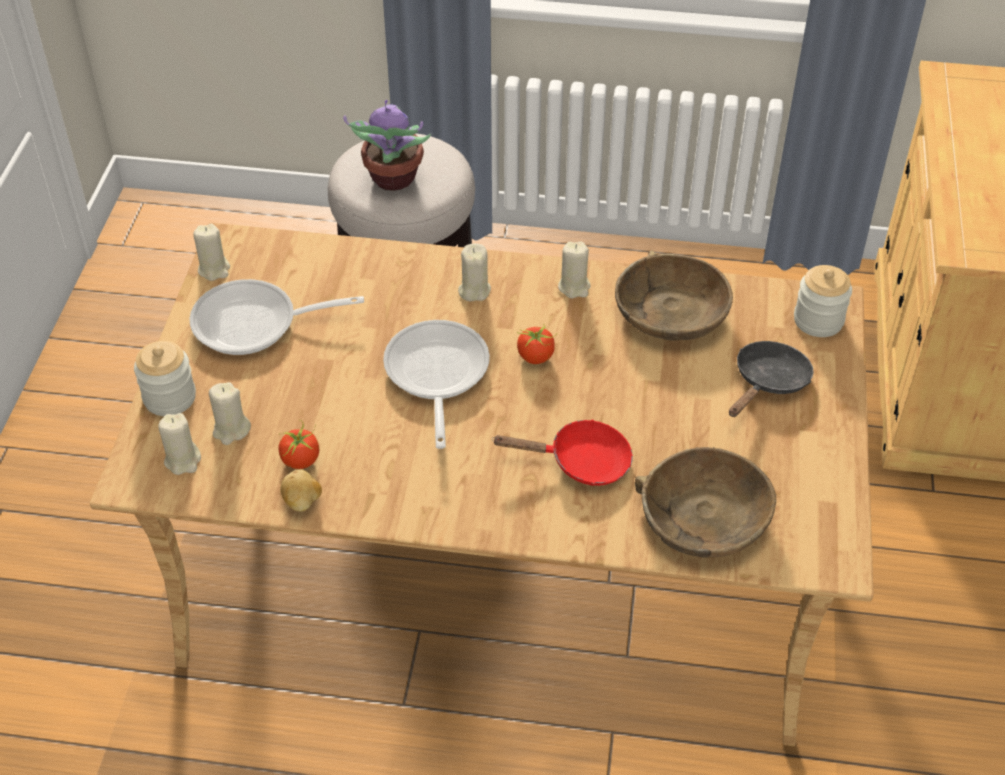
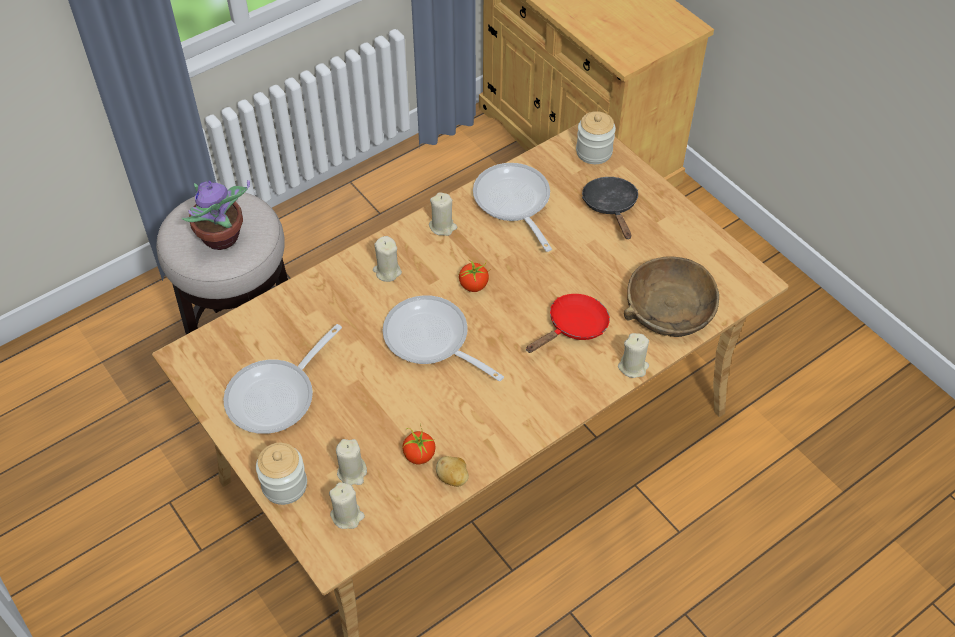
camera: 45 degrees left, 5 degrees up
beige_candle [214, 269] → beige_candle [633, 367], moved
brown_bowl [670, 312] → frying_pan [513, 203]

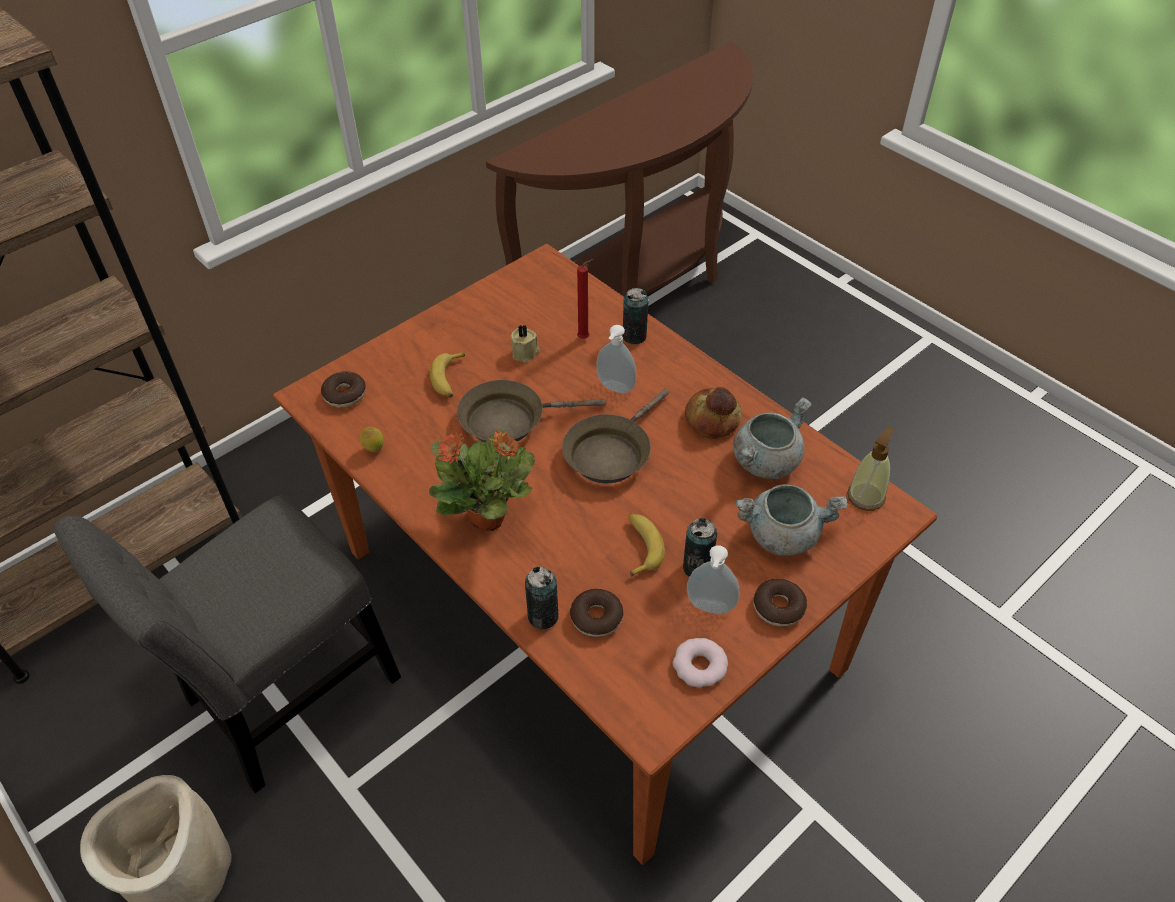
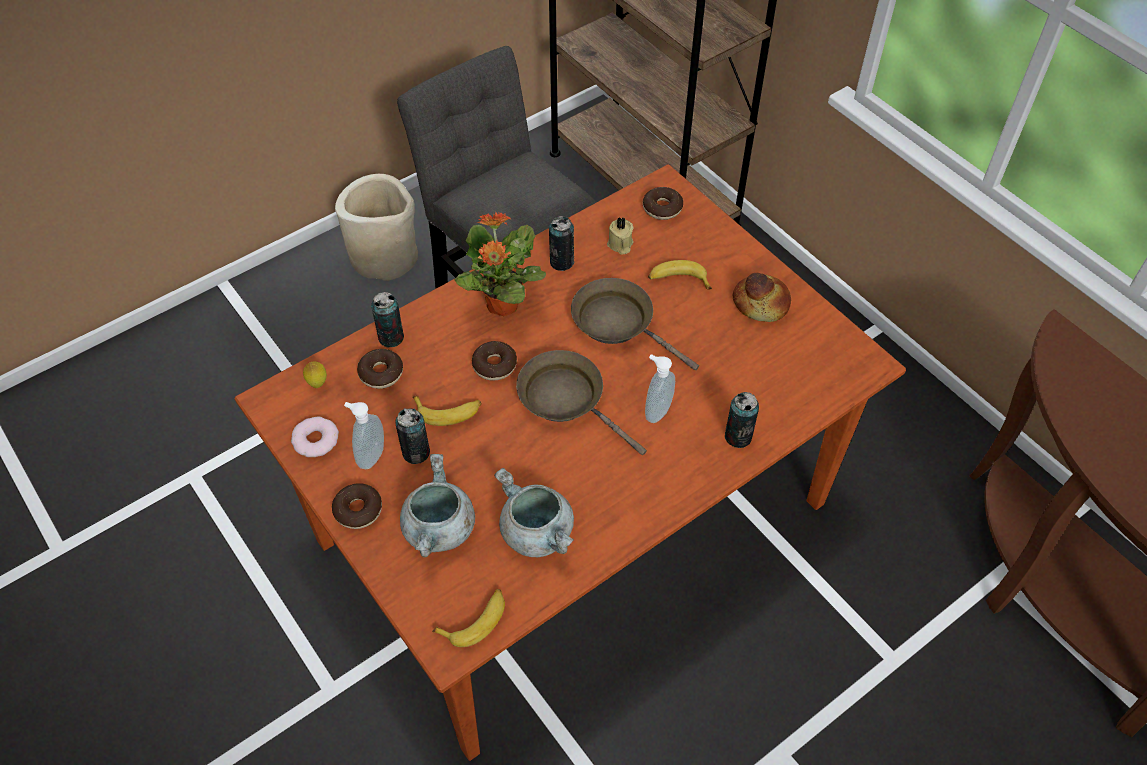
camera: 95 degrees right, 5 degrees up
red_candle [585, 338] → -
- → donut [494, 365]
- → can [561, 262]
lemon [374, 450] → lemon [317, 383], moved
beige_candle [526, 353] → beige_candle [620, 245], moved
bread [712, 419] → bread [761, 303], moved
soap_dispenser [866, 496] → banana [475, 620]
brown_frying_pan [509, 420] → brown_frying_pan [618, 323], 45 degrees counterclockwise

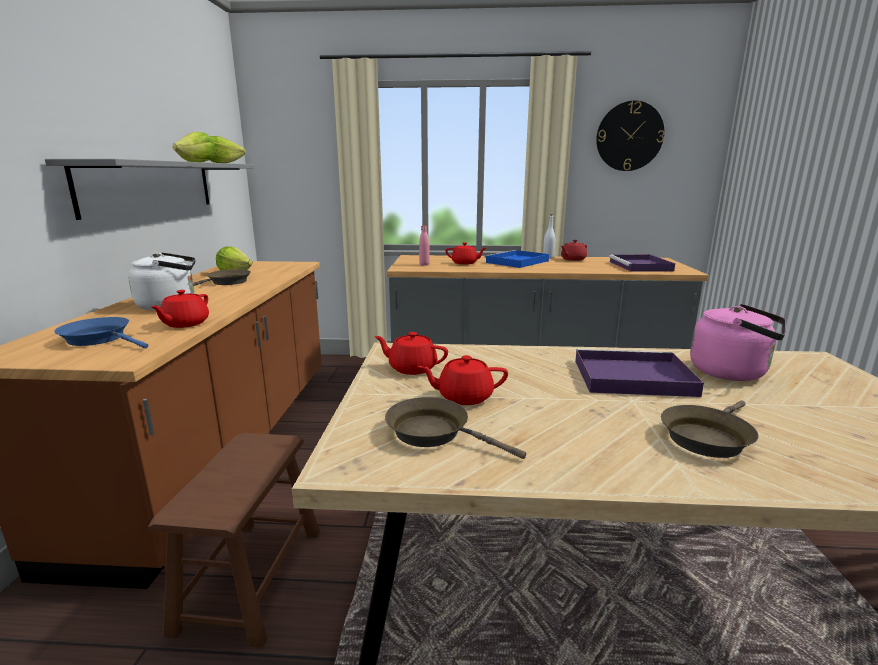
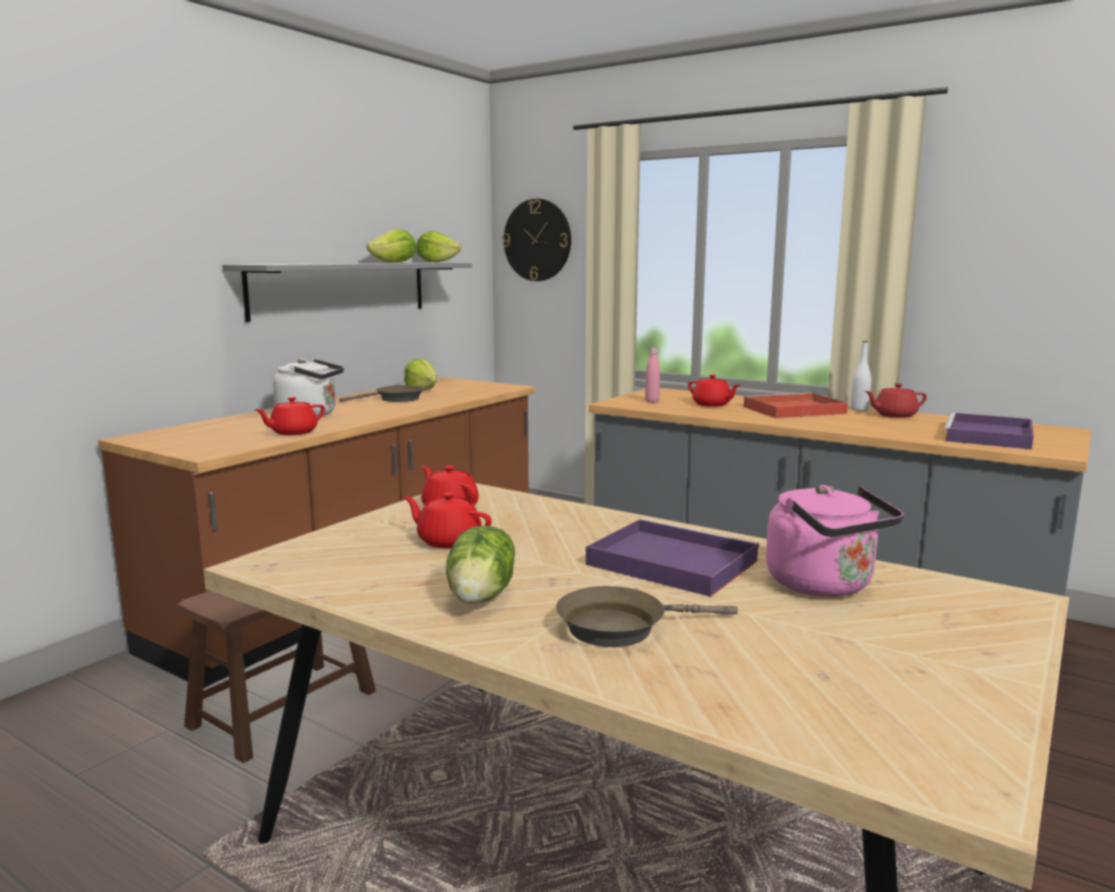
camera: 30 degrees right, 5 degrees down
blue_frying_pan [100, 339] → -
brown_frying_pan [434, 433] → -
- → lettuce [482, 596]
wall_clock [629, 136] → wall_clock [537, 240], moved
blue_tray [516, 262] → red_tray [792, 410]

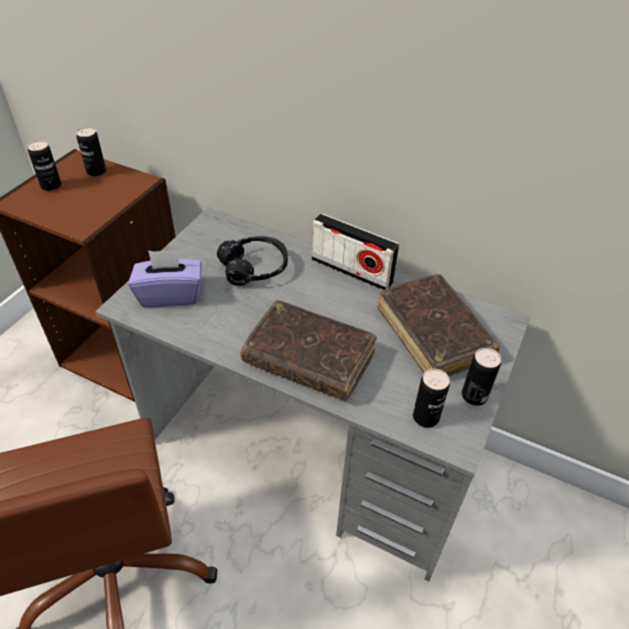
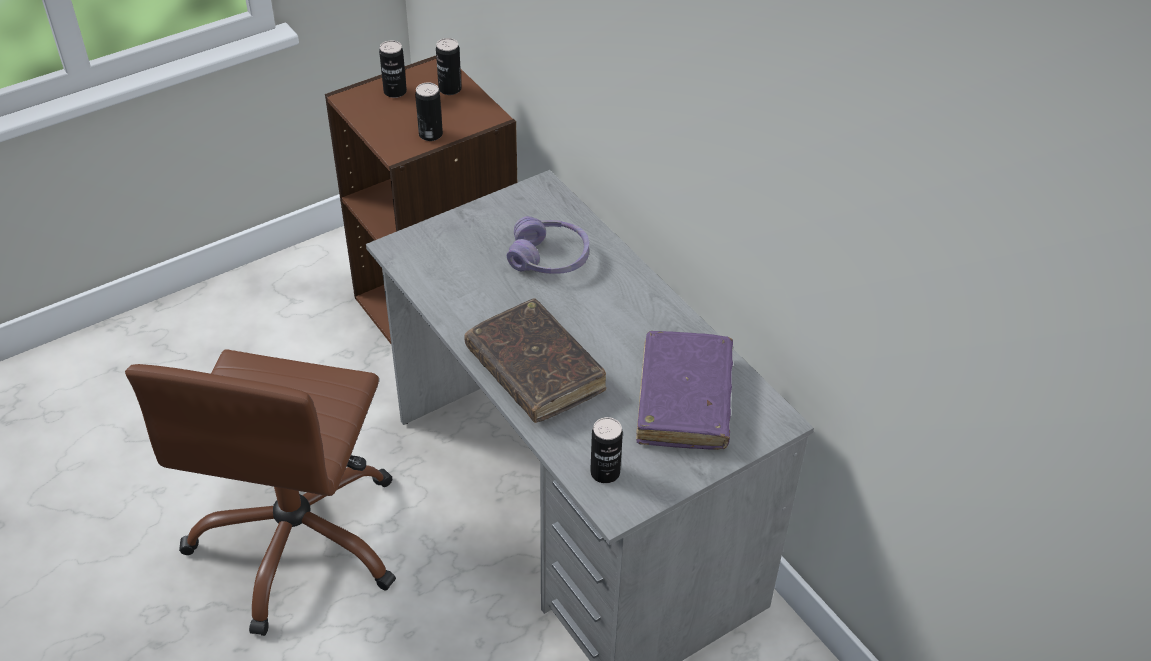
camera: 30 degrees right, 0 degrees up
purple_tissue_box [170, 294] → -
radio [351, 270] → -
can [474, 396] → can [430, 134], moved
black_headphones [254, 268] → purple_headphones [549, 258]
brown_book [433, 334] → purple_book [684, 400]

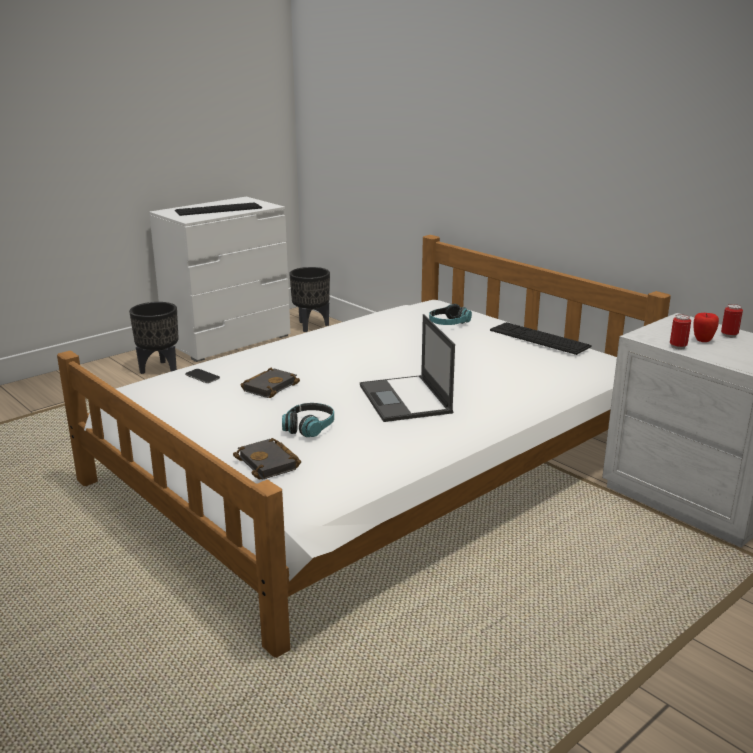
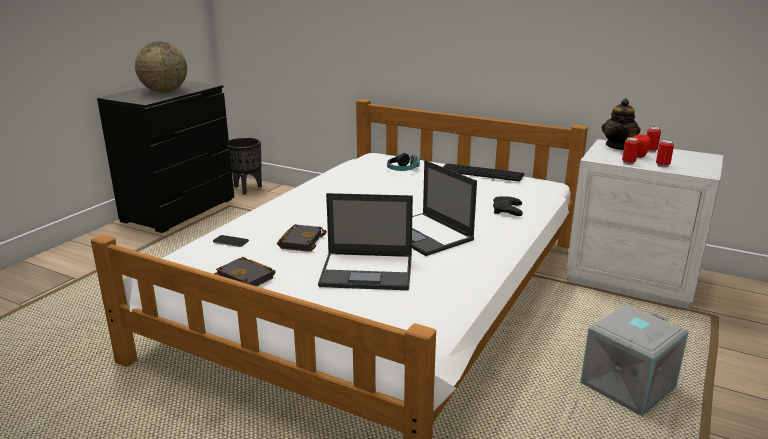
camera: 20 degrees left, 0 degrees up
black_planter [160, 368] → -
- → black_game_controller [504, 209]
- → grey_storage_box [626, 385]
- → teapot [618, 146]
- → can [662, 165]
black_book [270, 464] → black_book [247, 278], moved
keyboard [218, 209] → globe [164, 91]
headphones [309, 427] → laptop [368, 271]
white_dresser [228, 340] → black_dresser [179, 210]

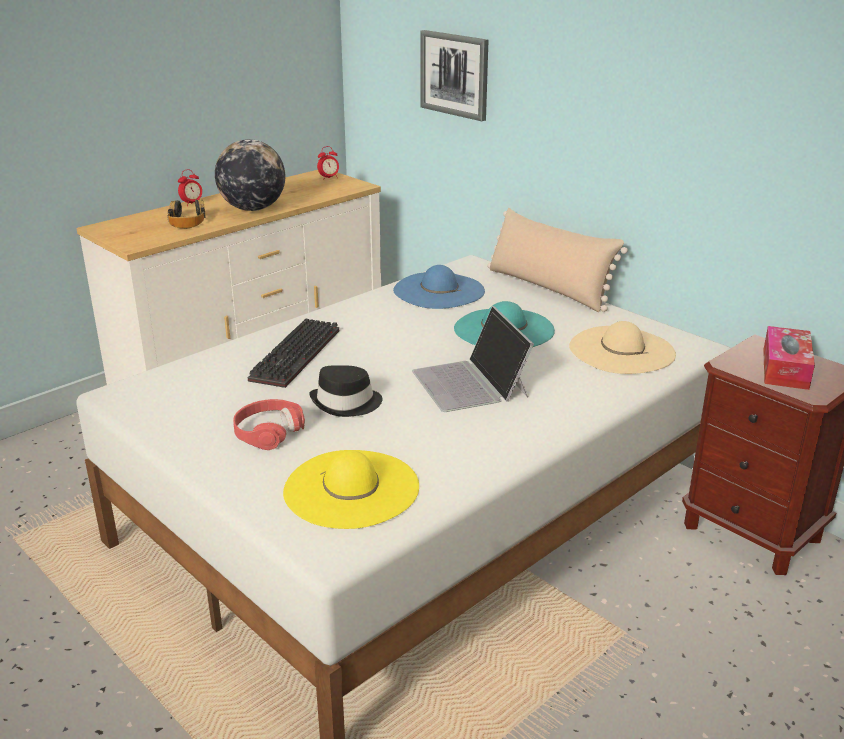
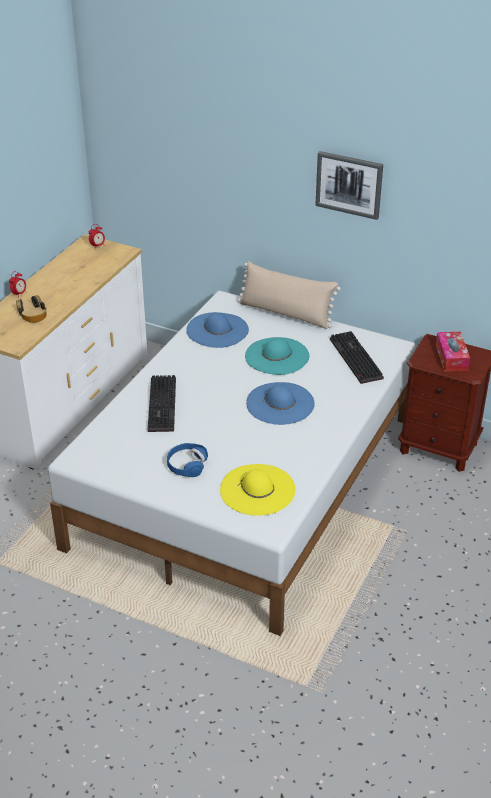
camera: 20 degrees left, 10 degrees up
globe [253, 209] → -
black_hat [346, 403] → -
picture [455, 74] → picture [349, 184], moved
laptop [471, 383] → blue_hat [280, 403]
beige_hat [621, 350] → keyboard [353, 358]
red_headphones [268, 432] → blue_headphones [186, 464]

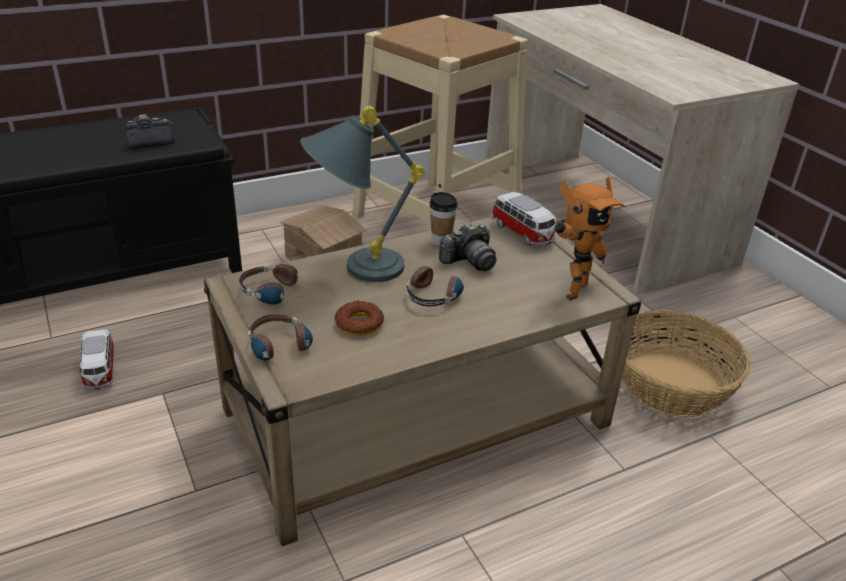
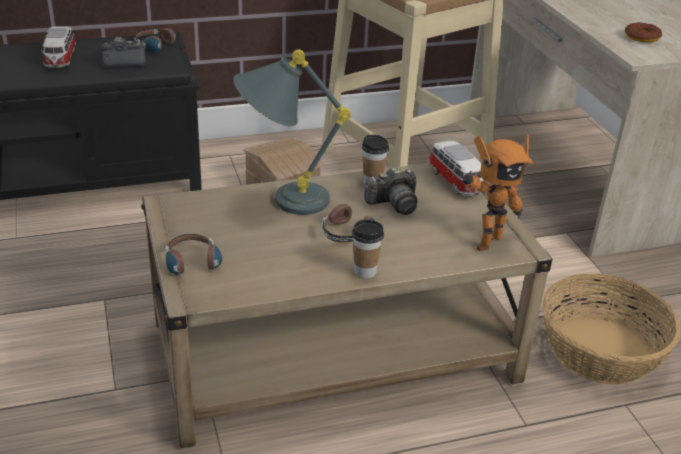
camera: 10 degrees right, 0 degrees up
- → cup [365, 272]
toy_car [100, 371] → toy_car [60, 60], moved
headphones [278, 293] → headphones [160, 47], moved
donut [359, 323] → donut [641, 37], moved

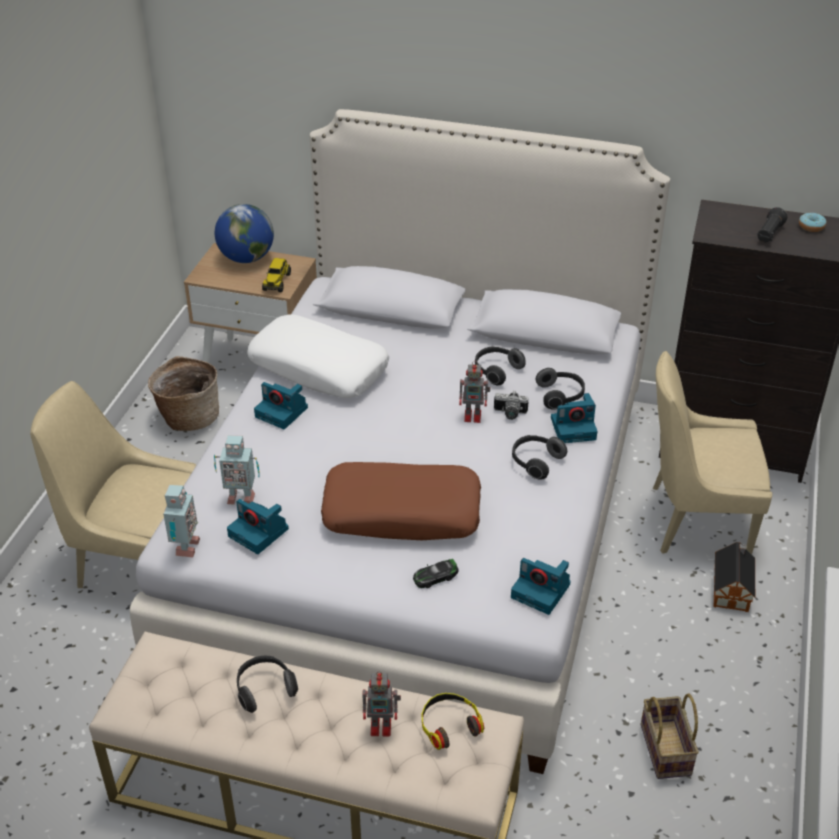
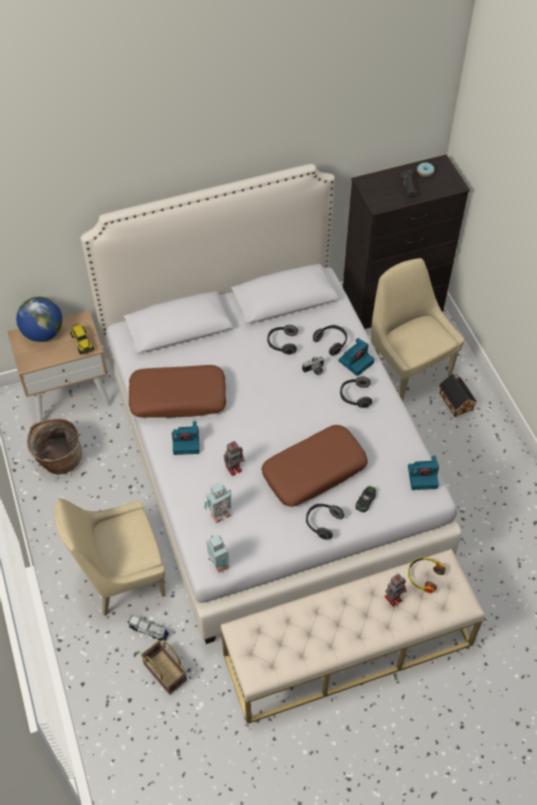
camera: 35 degrees left, 15 degrees up
photo_camera [260, 533] → -
- → toy_truck [149, 631]
headphones [264, 689] → headphones [322, 523], moved
toy_robot [474, 416] → toy_robot [234, 468], moved
basket [663, 748] → basket [164, 672], moved
white_pillow [319, 368] → brown_pillow [178, 397]
beige_chair [694, 520] → beige_chair [408, 367], 90 degrees clockwise

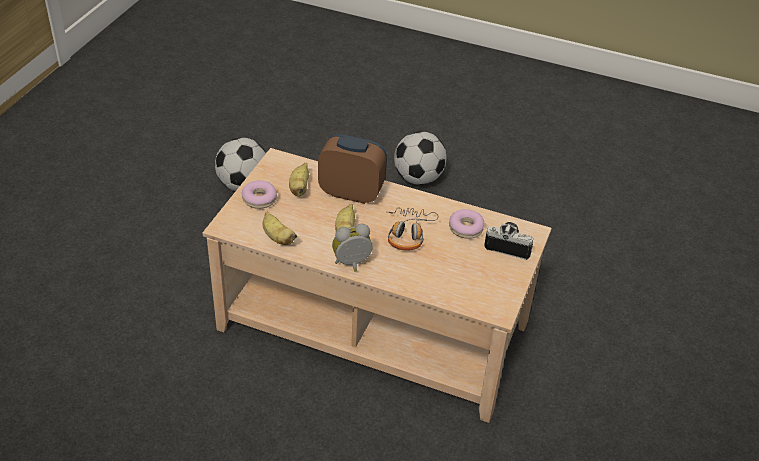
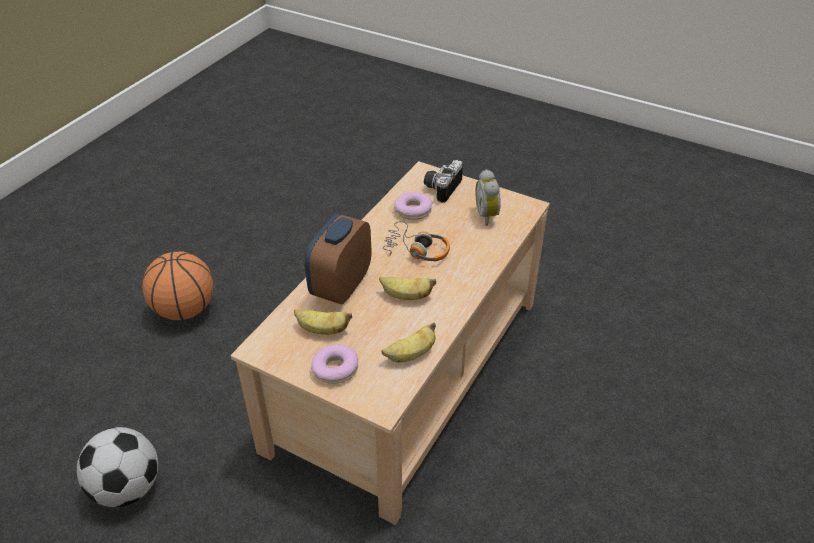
camera: 80 degrees left, 0 degrees up
alarm_clock [352, 264] → alarm_clock [488, 215], moved
football [418, 178] → basketball [185, 310]

